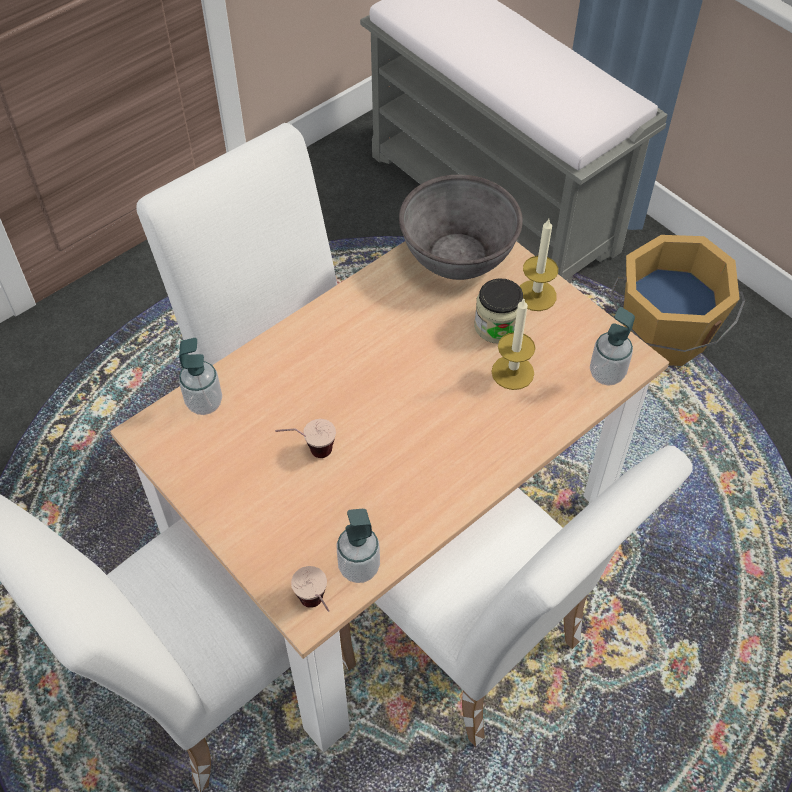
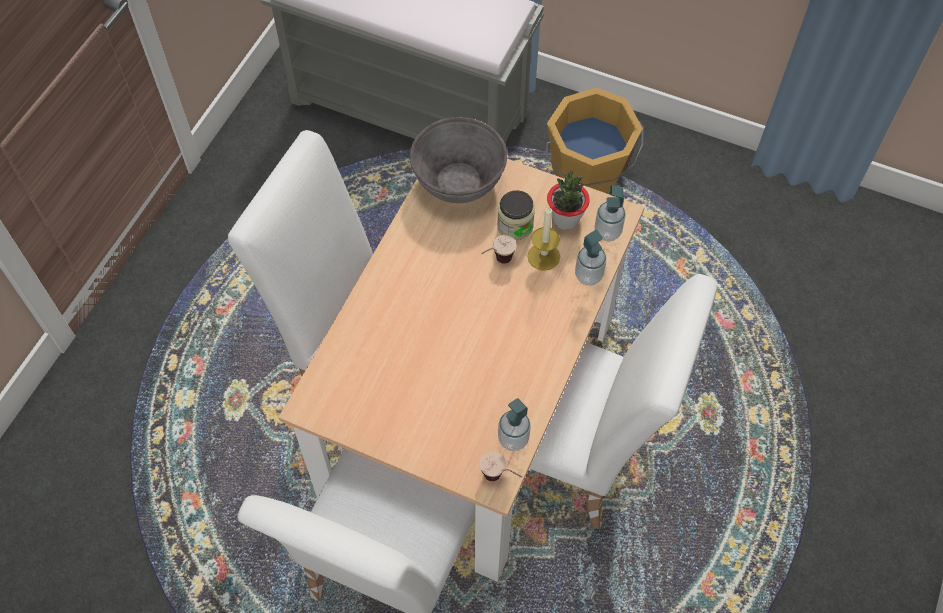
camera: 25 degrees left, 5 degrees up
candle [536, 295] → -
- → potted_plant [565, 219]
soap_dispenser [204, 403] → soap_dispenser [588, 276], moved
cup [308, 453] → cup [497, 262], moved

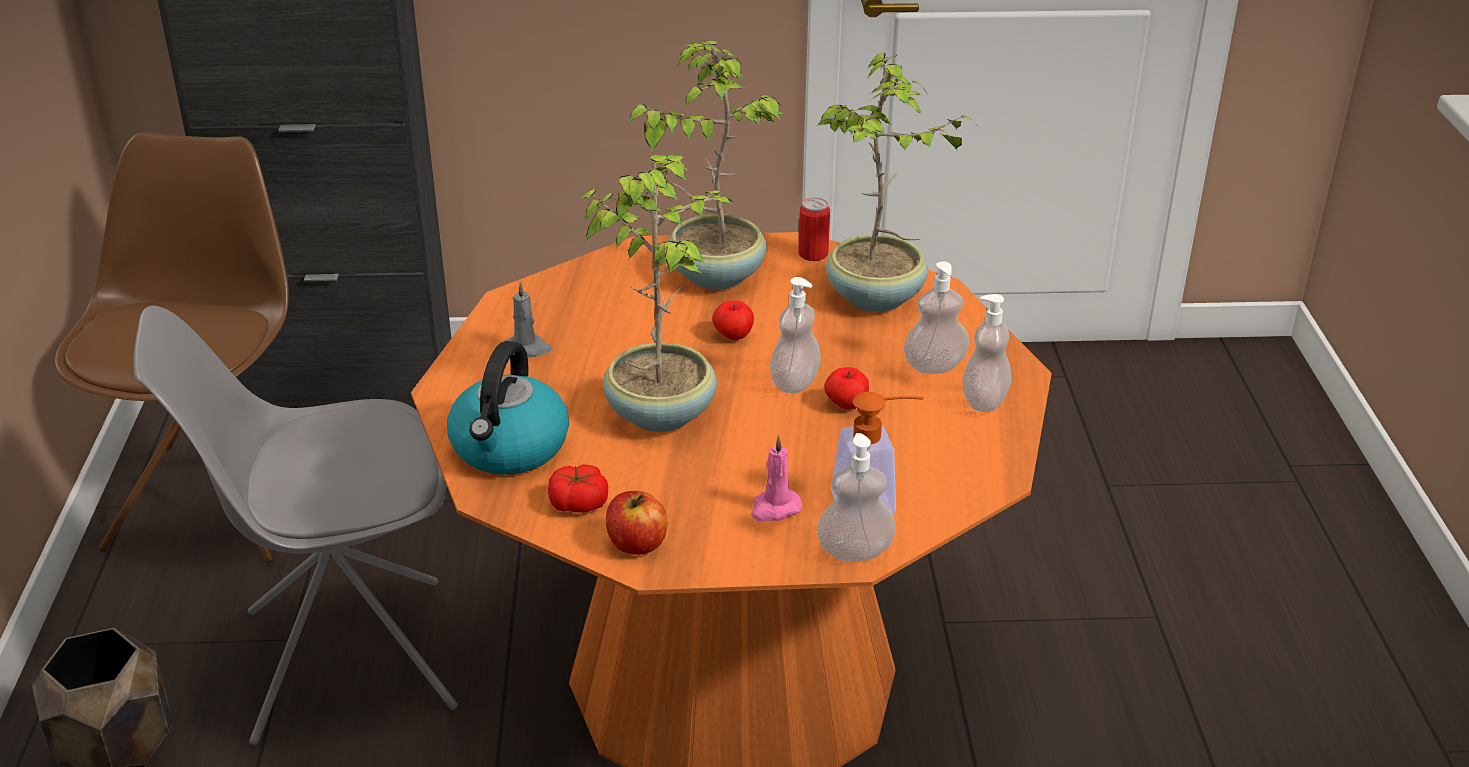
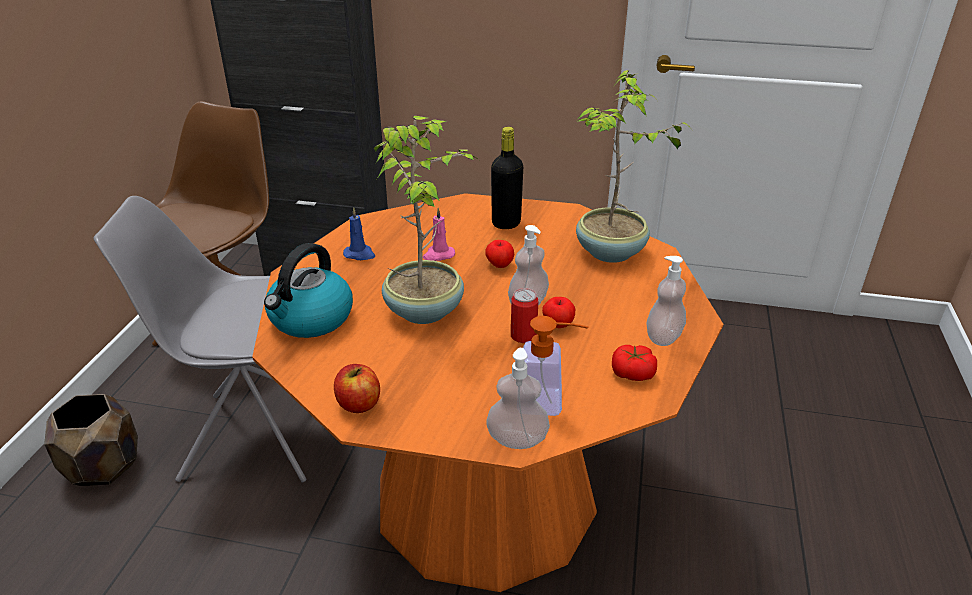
camera: 15 degrees right, 0 degrees up
soap_dispenser [934, 366] → -
tomato [579, 503] → tomato [633, 373], moved
pink_candle [775, 508] → pink_candle [438, 255], moved
can [813, 254] → can [523, 336], moved
potted_plant [714, 274] → black_bottle [506, 223]
grey_candle [528, 348] → blue_candle [360, 254]

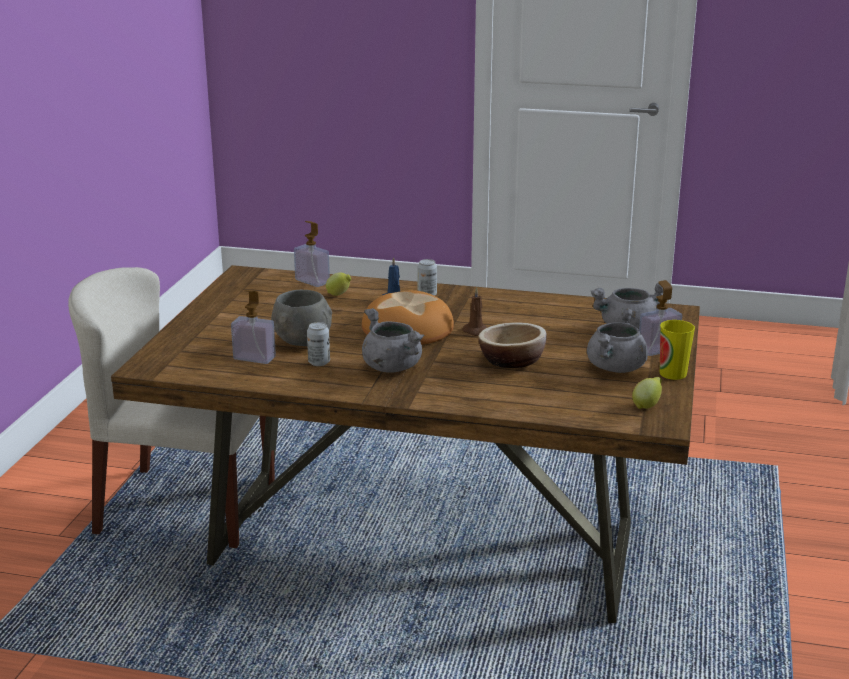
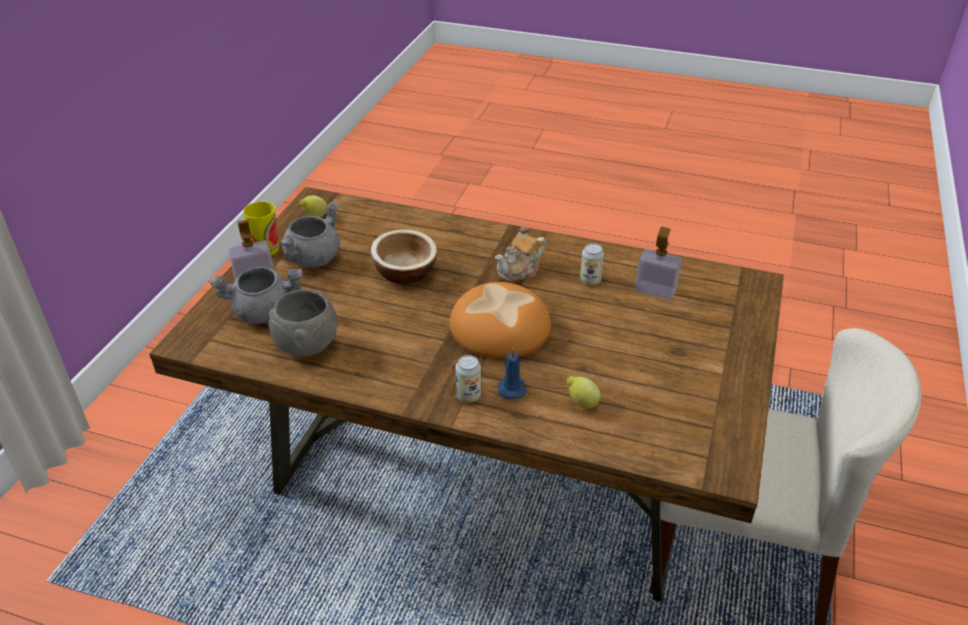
camera: 175 degrees left, 15 degrees up
soap_dispenser [312, 281] → -
brown_candle [476, 332] → -
grey_bowl [301, 343] → grey_bowl [308, 346], moved
grey_cooking_pot [391, 367] → teapot [520, 270]

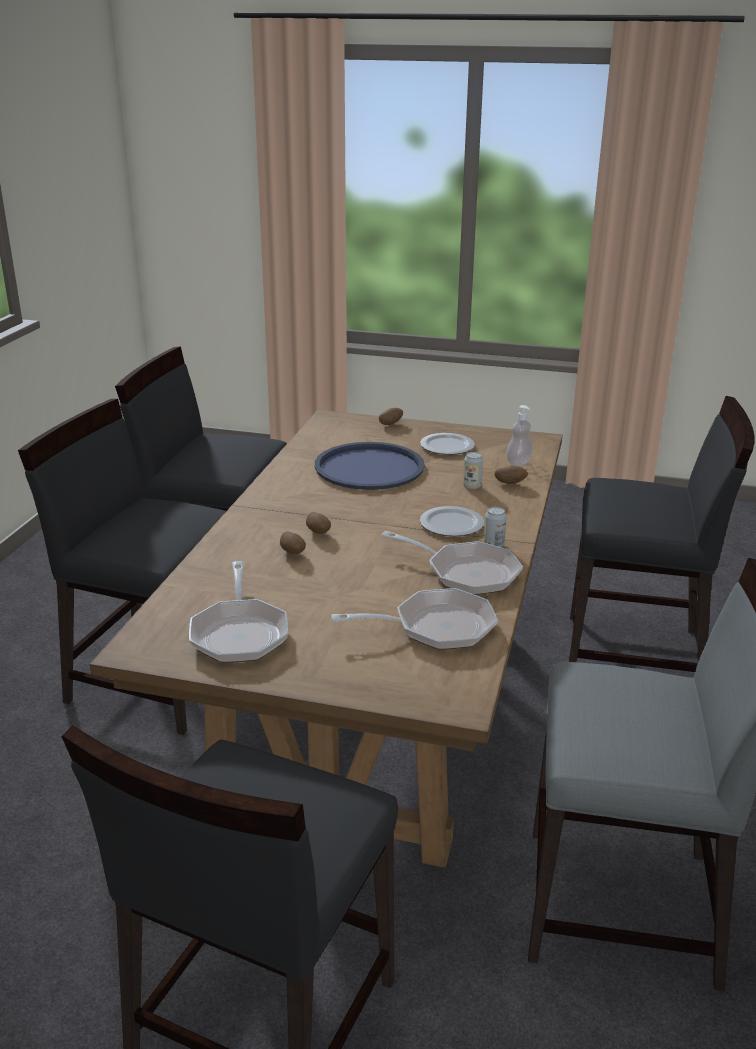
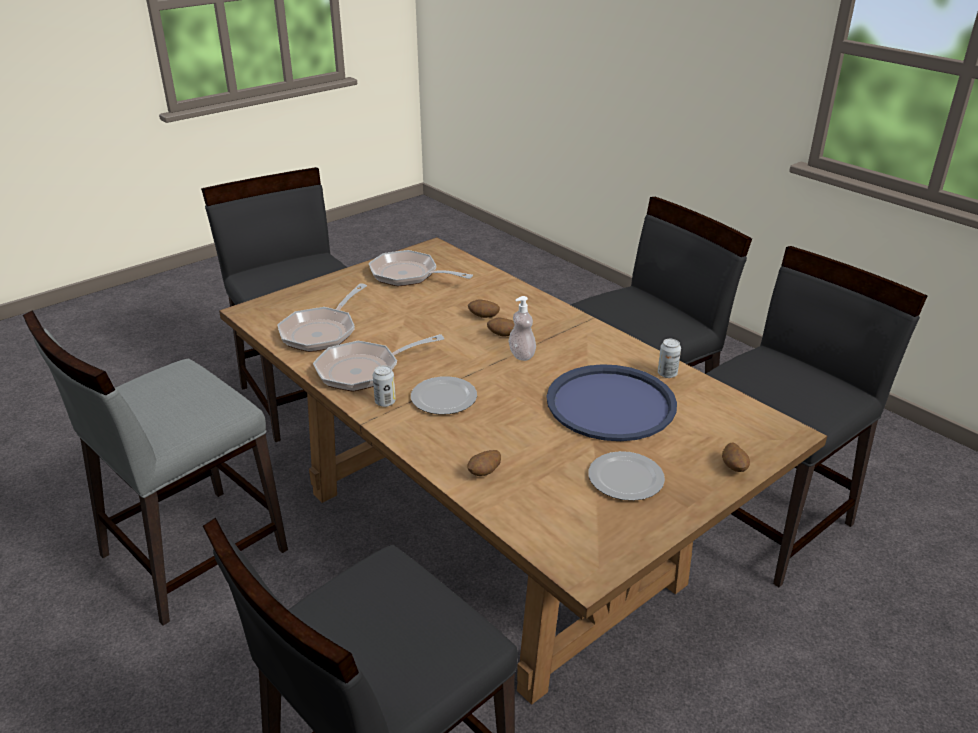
camera: 125 degrees right, 5 degrees up
can [472, 486] → can [667, 374], moved
soap_dispenser [518, 462] → soap_dispenser [522, 355], moved

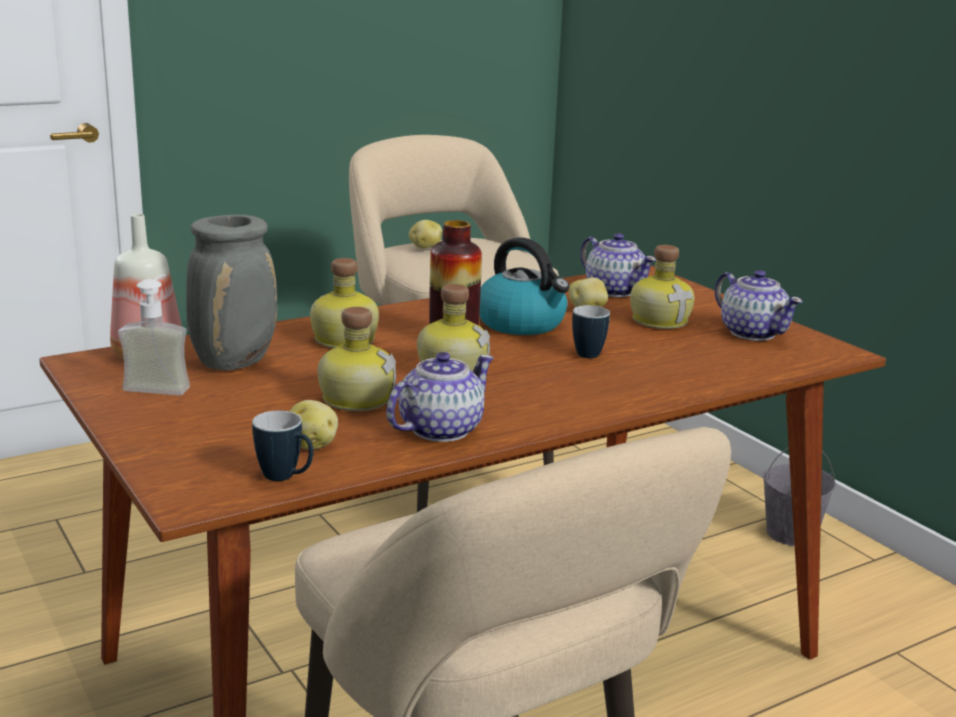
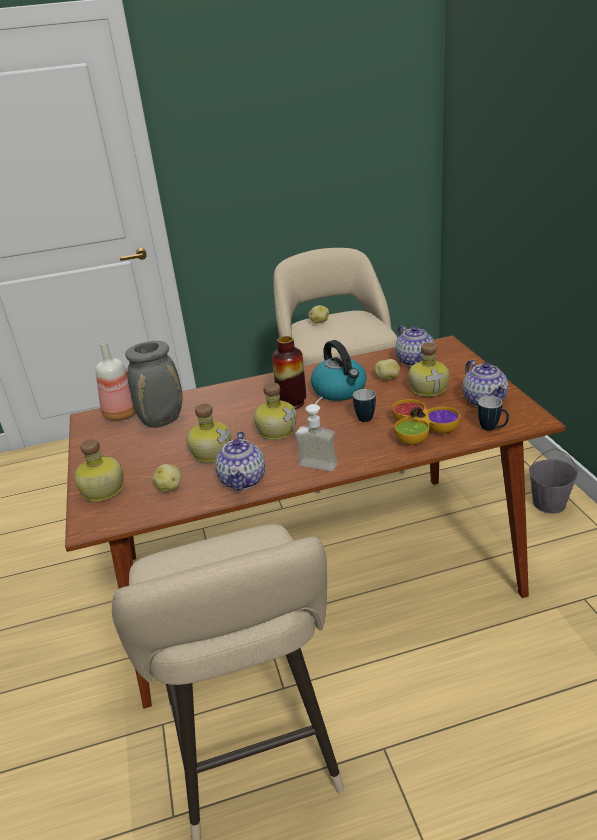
camera: 20 degrees right, 10 degrees up
- → bowl [420, 430]
soap_dispenser [161, 384] → soap_dispenser [320, 460], moved
mug [286, 478] → mug [492, 429], moved
bottle [343, 341] → bottle [101, 491], moved
teapot [439, 430] → teapot [243, 479], 120 degrees clockwise

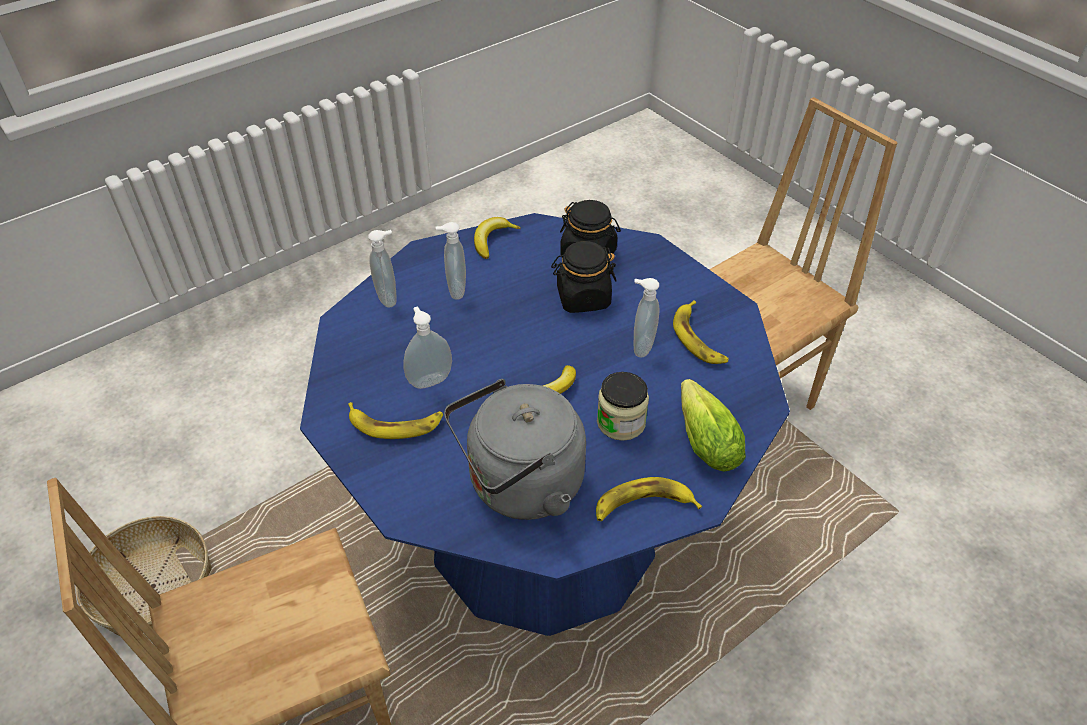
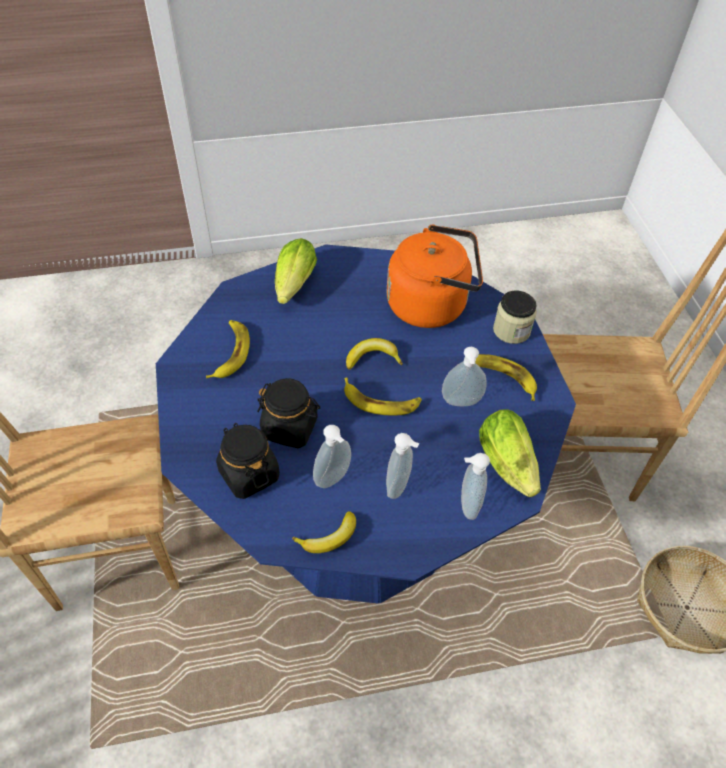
camera: 155 degrees left, 5 degrees up
- → lettuce [509, 467]
banana [643, 505] → banana [380, 401], moved
jar [621, 422] → jar [511, 330], moved
soap_dispenser [641, 346] → soap_dispenser [334, 479], moved
grey_kettle [520, 486] → orange_kettle [431, 304]

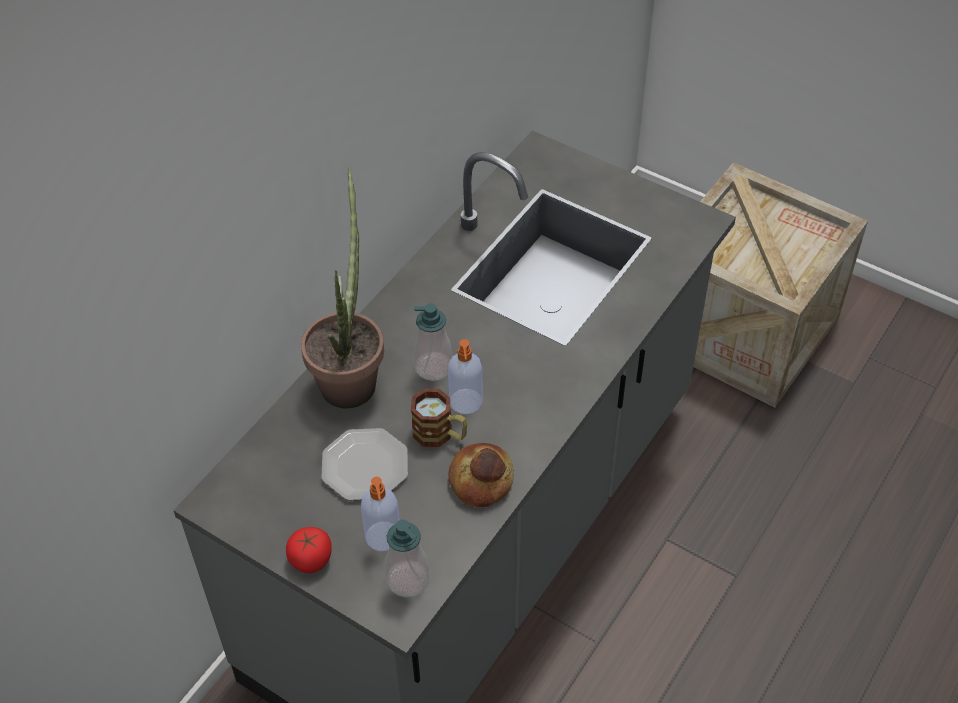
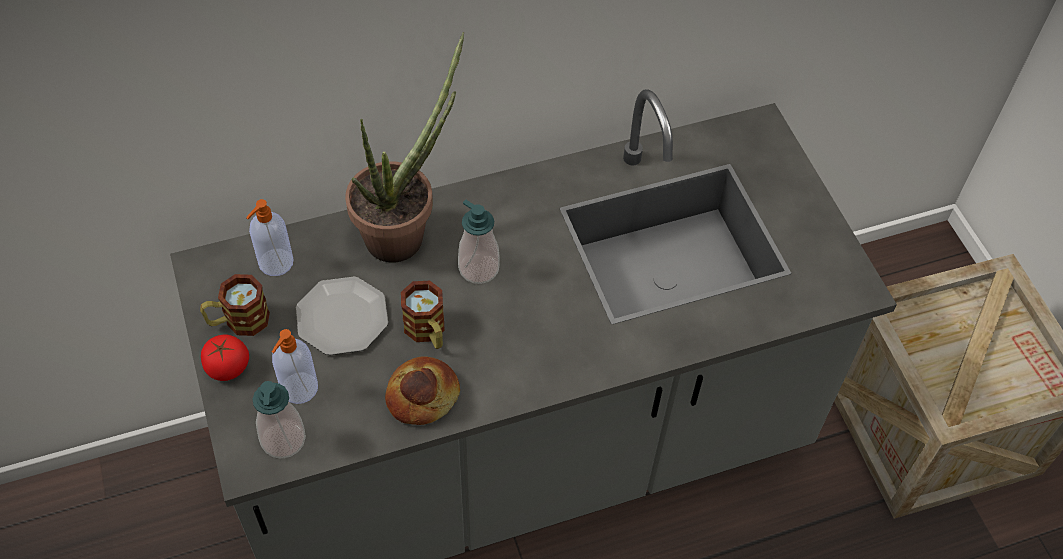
camera: 35 degrees right, 5 degrees up
- → mug [238, 321]
soap_dispenser [466, 402] → soap_dispenser [275, 263], moved

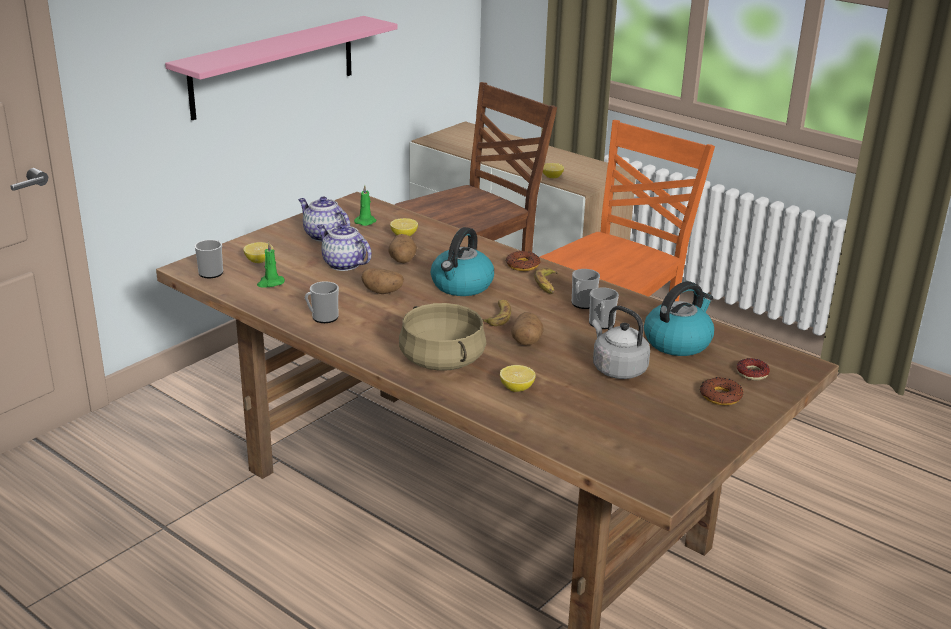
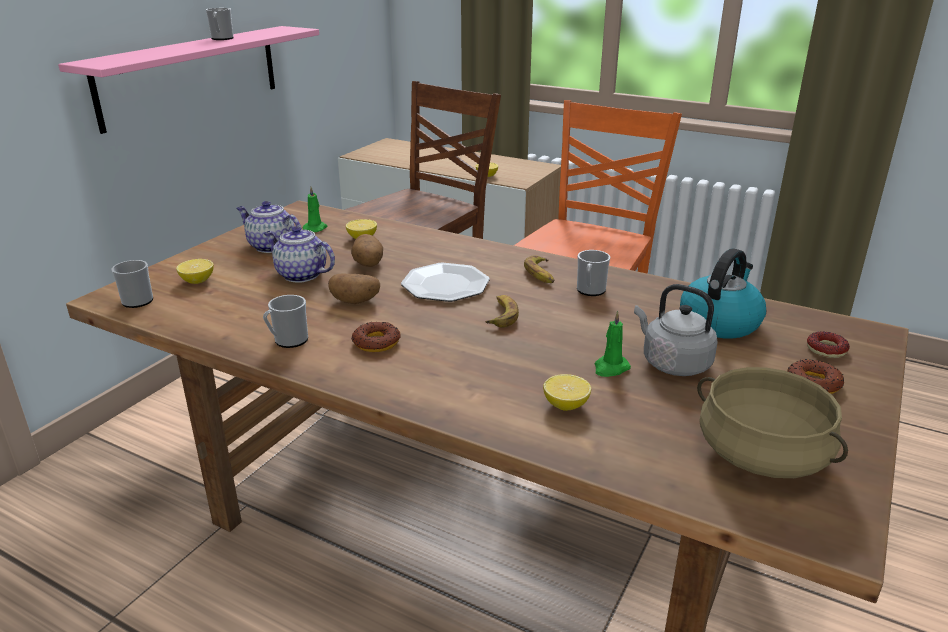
camera: 10 degrees left, 0 degrees up
potato [526, 341] → -
green_candle [270, 283] → green_candle [610, 368], moved
beige_cooking_pot [441, 360] → beige_cooking_pot [761, 455], moved
donut [522, 265] → donut [376, 342], moved
mug [601, 324] → mug [221, 39], moved
kettle [461, 286] → plate [445, 285]

